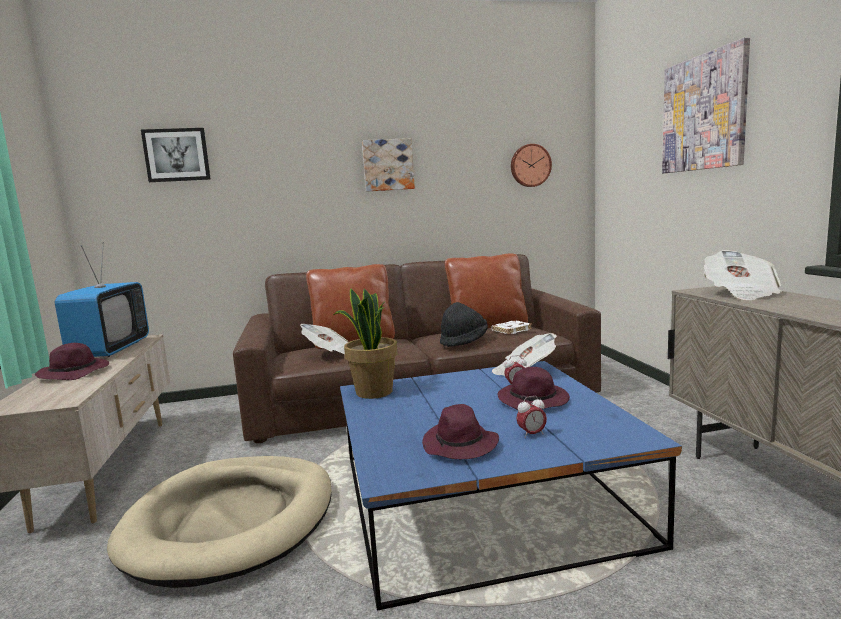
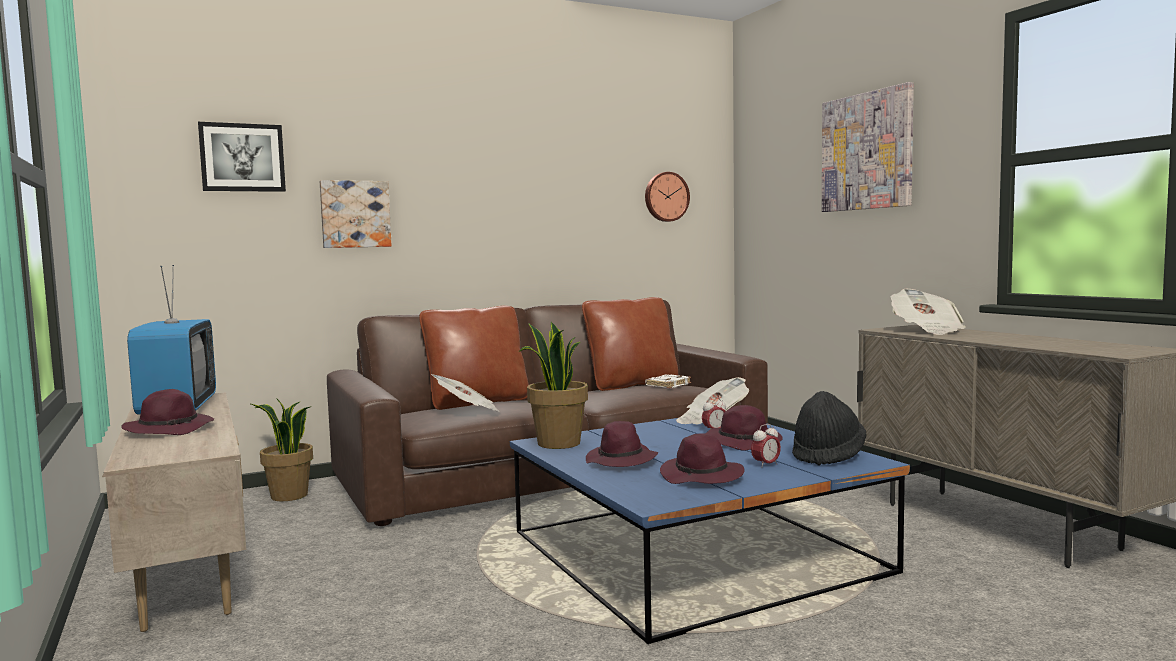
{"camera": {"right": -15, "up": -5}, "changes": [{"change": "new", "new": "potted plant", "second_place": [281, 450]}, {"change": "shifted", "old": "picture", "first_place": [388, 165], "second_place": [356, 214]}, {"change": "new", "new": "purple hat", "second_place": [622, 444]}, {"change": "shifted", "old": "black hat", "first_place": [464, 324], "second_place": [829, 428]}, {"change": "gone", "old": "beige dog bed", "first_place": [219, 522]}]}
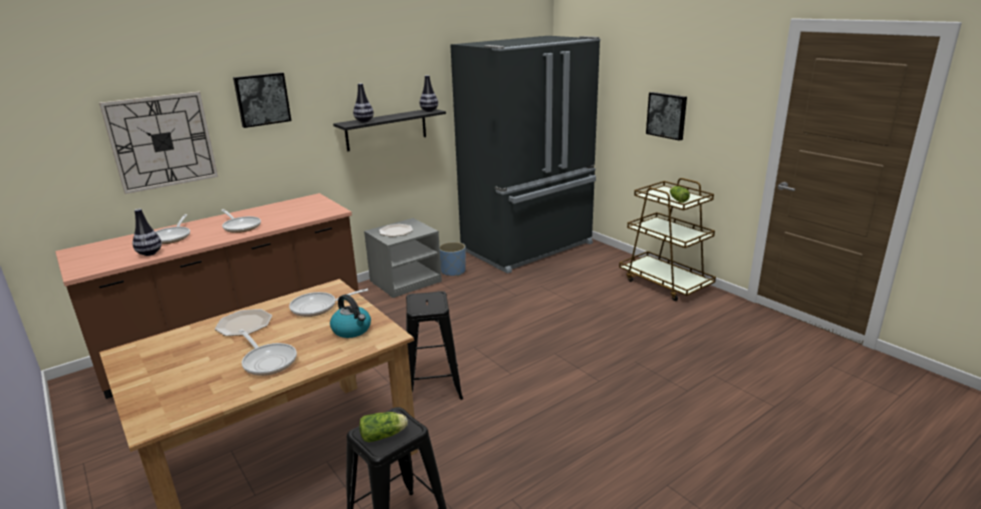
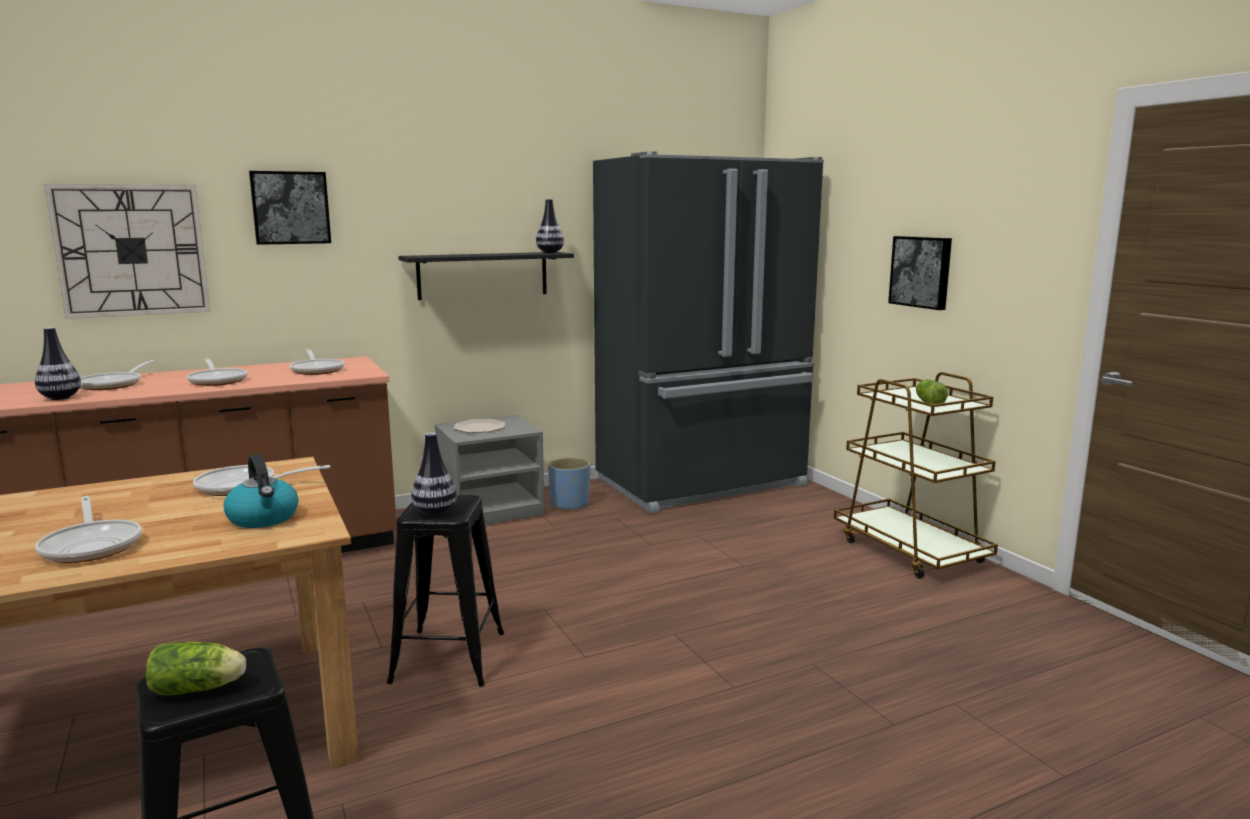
{"camera": {"right": 10, "up": -10}, "changes": [{"change": "new", "new": "frying pan", "second_place": [317, 362]}, {"change": "shifted", "old": "vase", "first_place": [363, 102], "second_place": [434, 474]}, {"change": "gone", "old": "plate", "first_place": [243, 322]}]}
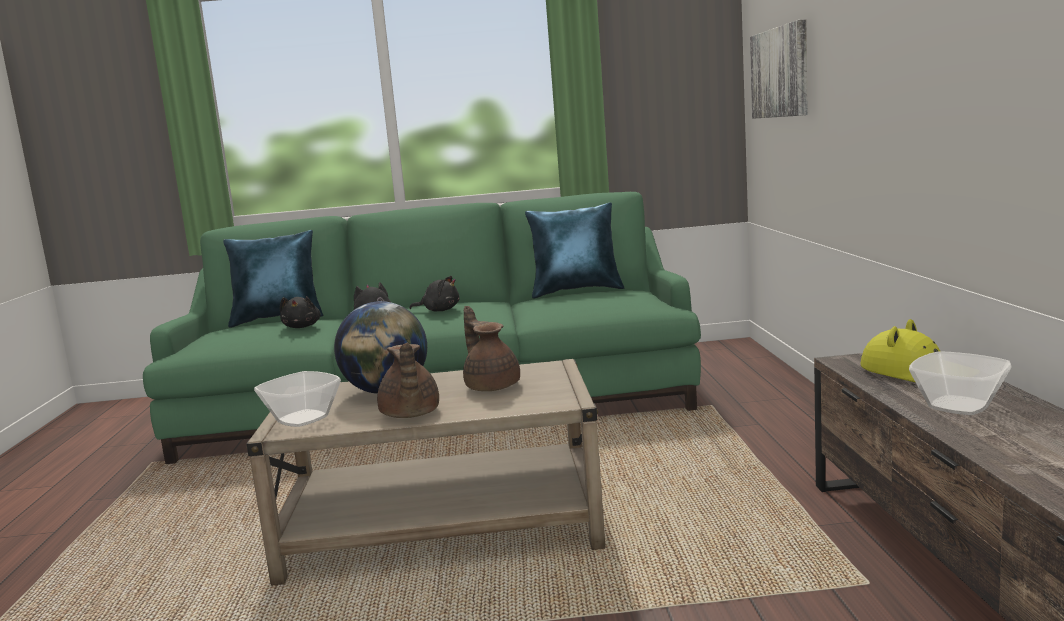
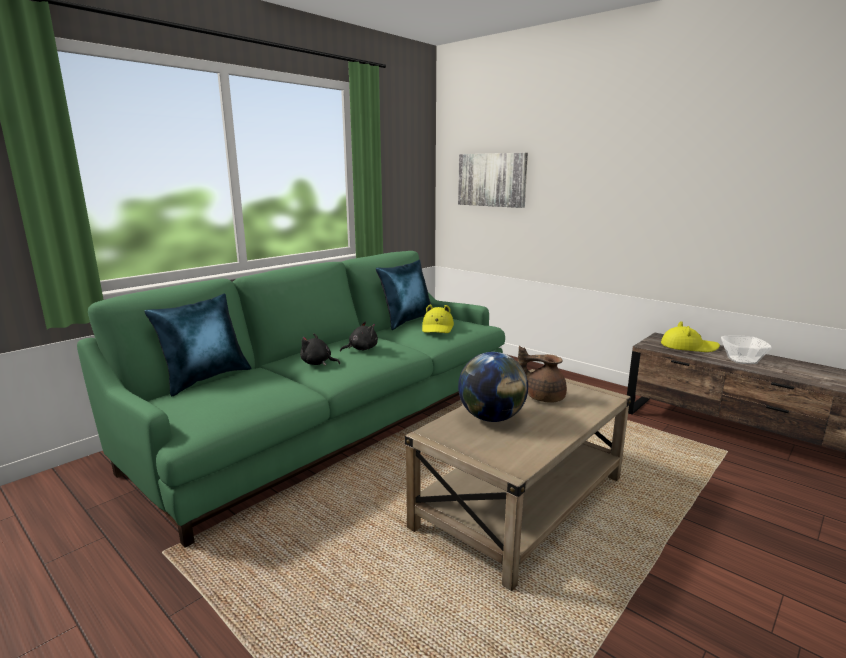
{"camera": {"right": -45, "up": 5}, "changes": [{"change": "new", "new": "yellow hat", "second_place": [438, 318]}, {"change": "gone", "old": "bowl", "first_place": [297, 399]}, {"change": "gone", "old": "black plush toy", "first_place": [300, 312]}, {"change": "gone", "old": "brown teapot", "first_place": [408, 380]}]}
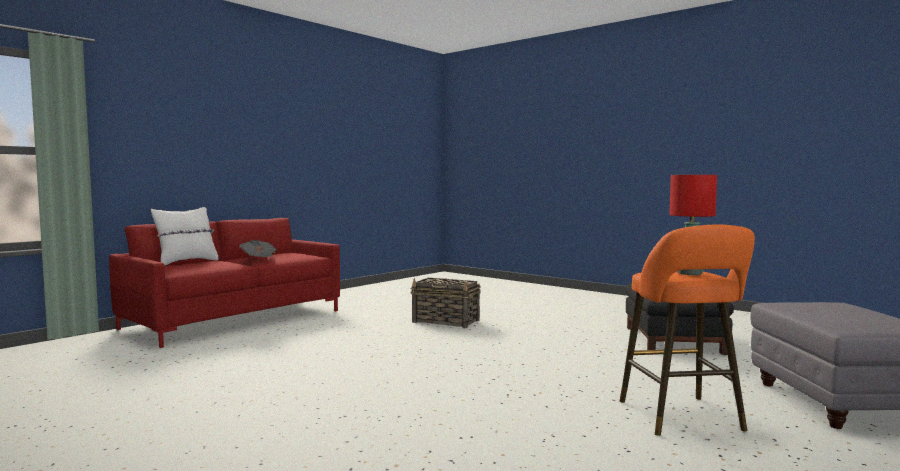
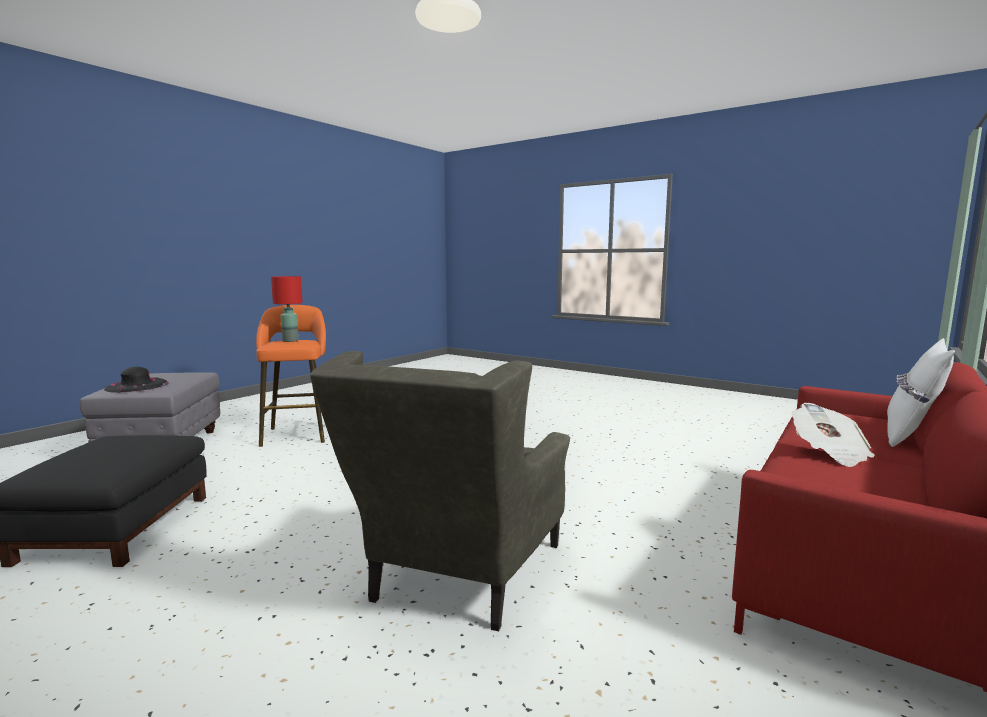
{"camera": {"right": 175, "up": 5}, "changes": [{"change": "new", "new": "black hat", "second_place": [136, 380]}, {"change": "swapped", "old": "basket", "new": "grey armchair", "first_place": [445, 303], "second_place": [440, 491]}]}
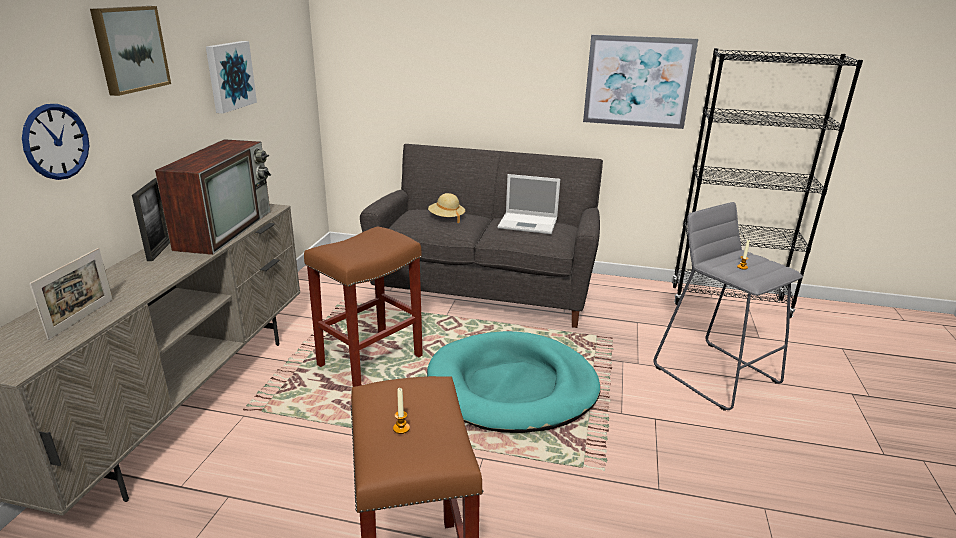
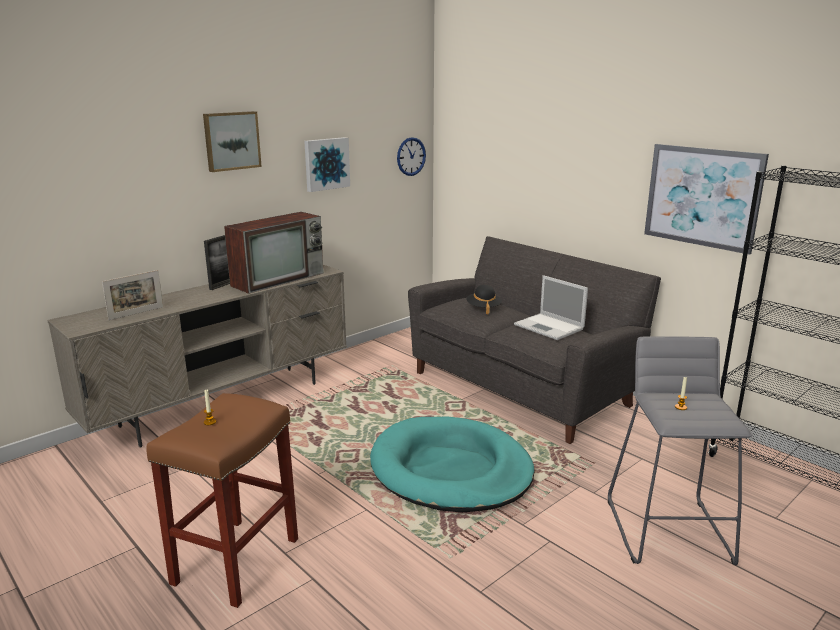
{"camera": {"right": 35, "up": -5}, "changes": [{"change": "shifted", "old": "wall clock", "first_place": [55, 142], "second_place": [411, 156]}, {"change": "repainted", "old": "beige hat", "new": "black hat", "first_place": [446, 208], "second_place": [484, 299]}, {"change": "gone", "old": "brown stool", "first_place": [363, 306]}]}
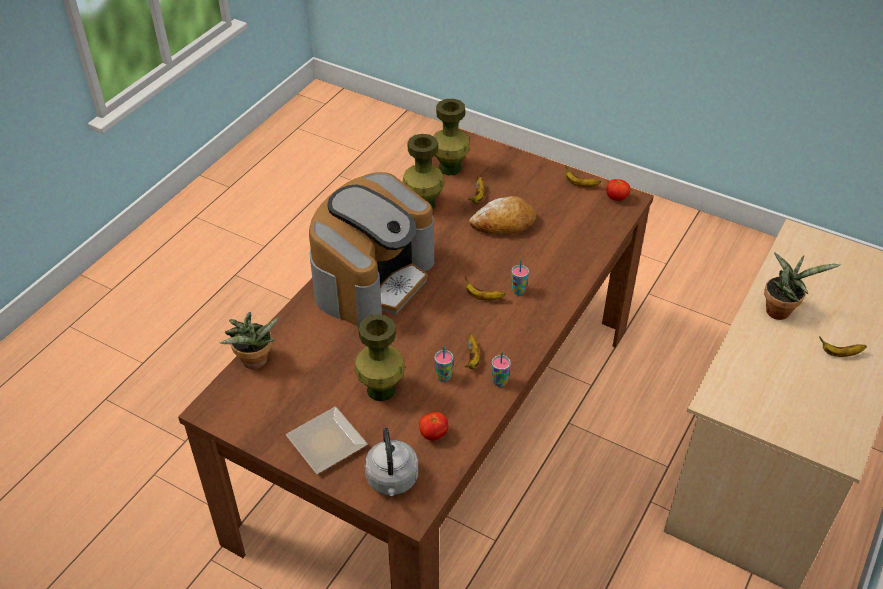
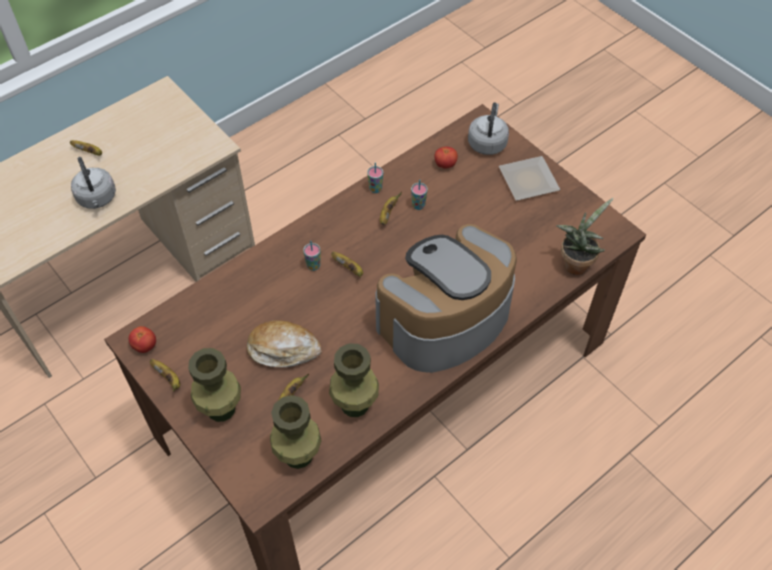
{"camera": {"right": -160, "up": 10}, "changes": [{"change": "swapped", "old": "potted plant", "new": "grey kettle", "first_place": [803, 286], "second_place": [93, 183]}, {"change": "shifted", "old": "green vase", "first_place": [380, 357], "second_place": [214, 385]}]}
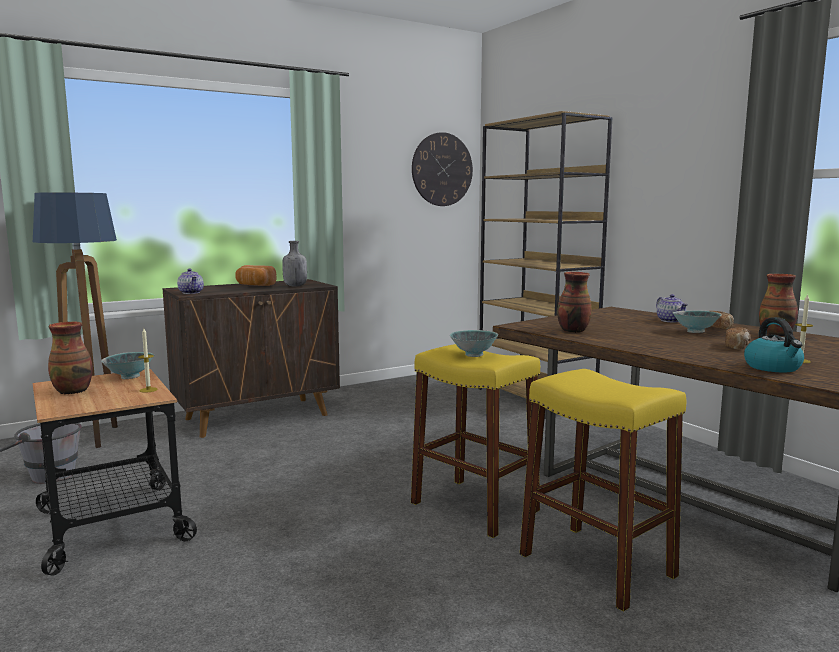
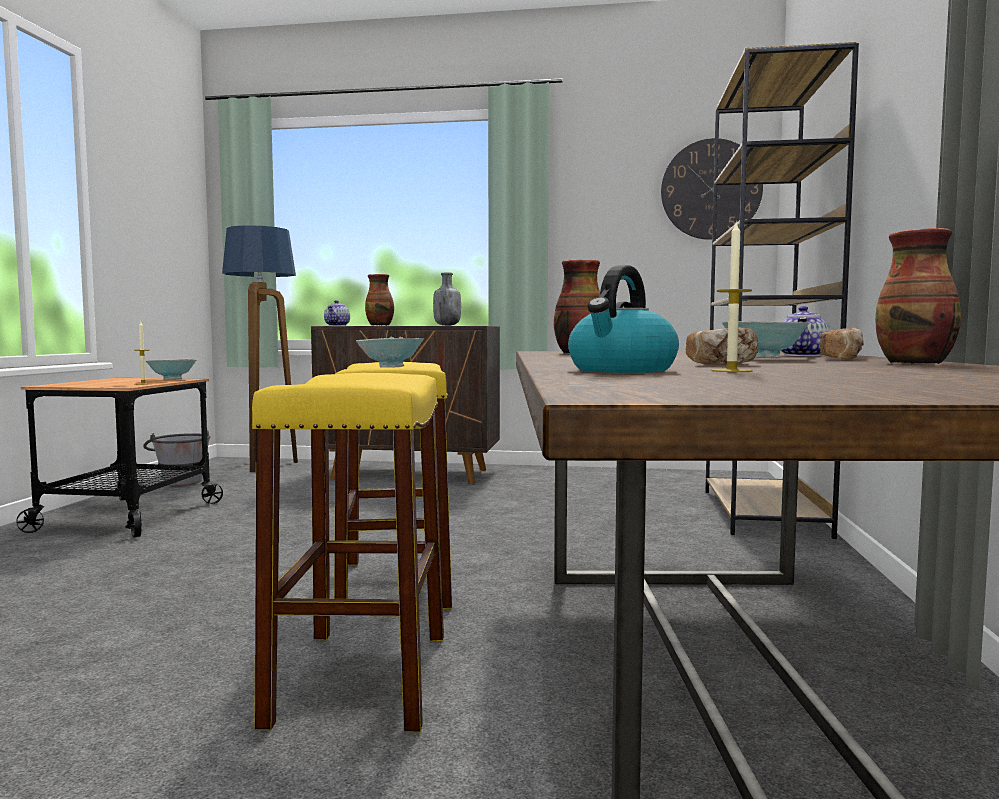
{"camera": {"right": 40, "up": -5}, "changes": [{"change": "shifted", "old": "vase", "first_place": [70, 358], "second_place": [379, 300]}, {"change": "gone", "old": "bread", "first_place": [256, 275]}]}
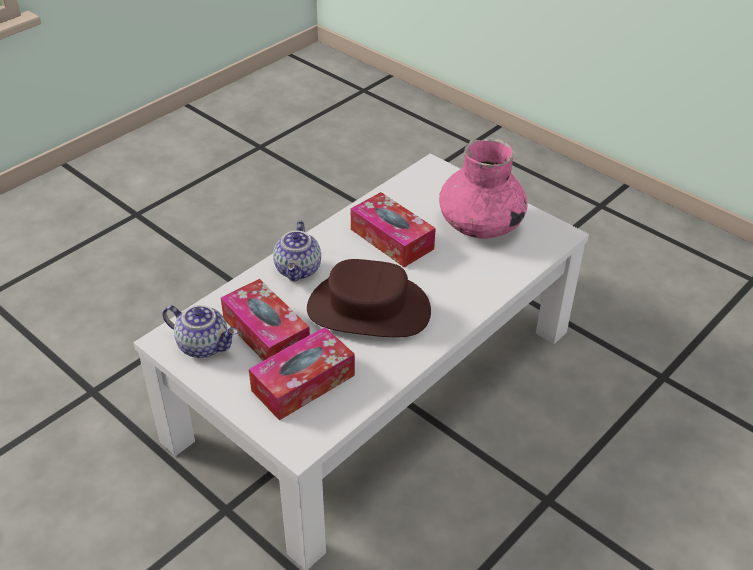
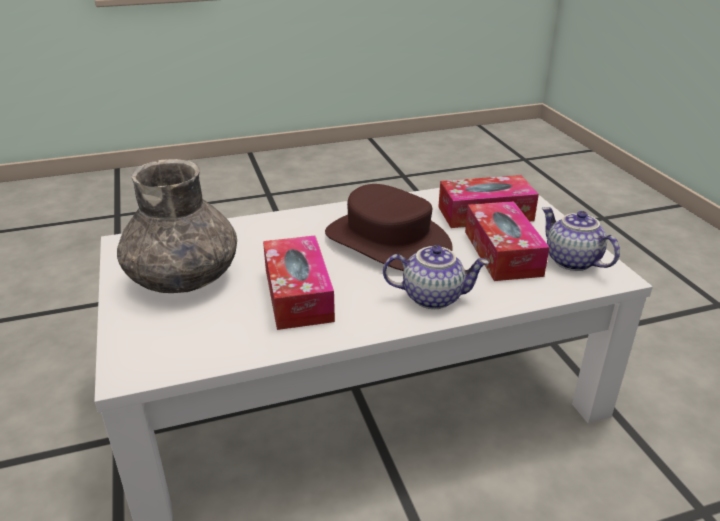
{"camera": {"right": -150, "up": -10}, "changes": [{"change": "repainted", "old": "pink vase", "new": "grey vase", "first_place": [483, 188], "second_place": [177, 226]}, {"change": "rotated", "old": "teapot", "first_place": [297, 251], "second_place": [436, 277], "degrees": 60}]}
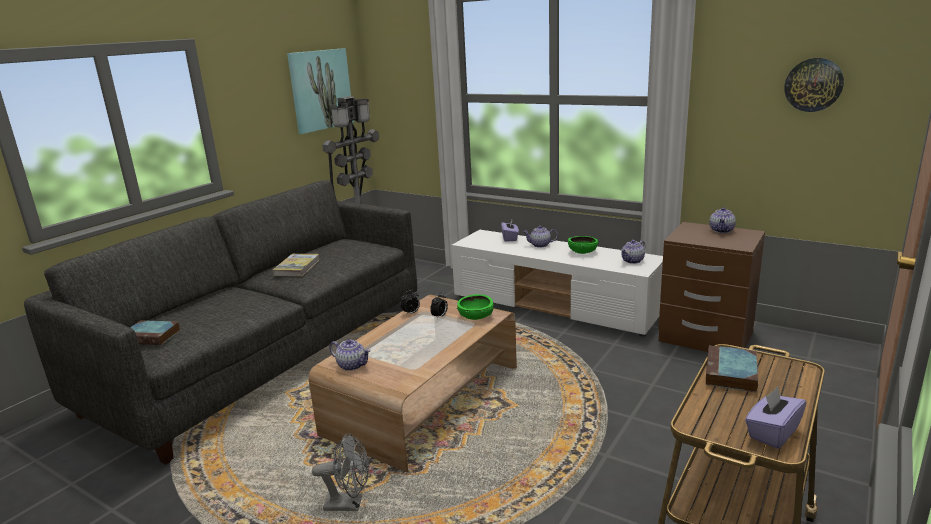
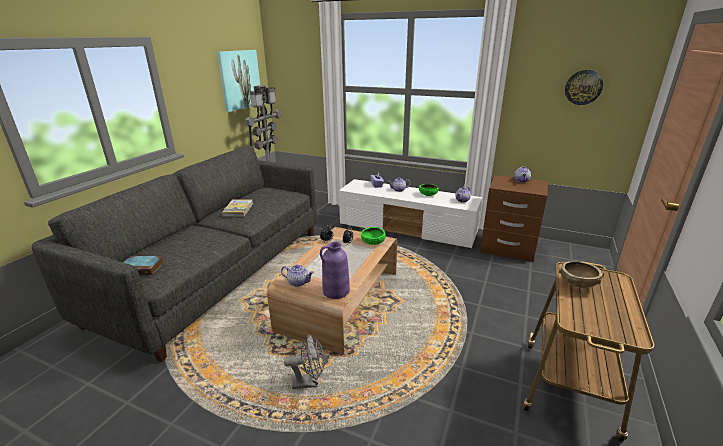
{"camera": {"right": -10, "up": 5}, "changes": [{"change": "new", "new": "purple vase", "second_place": [335, 270]}, {"change": "swapped", "old": "book", "new": "brown bowl", "first_place": [732, 369], "second_place": [581, 274]}, {"change": "gone", "old": "purple tissue box", "first_place": [775, 418]}]}
